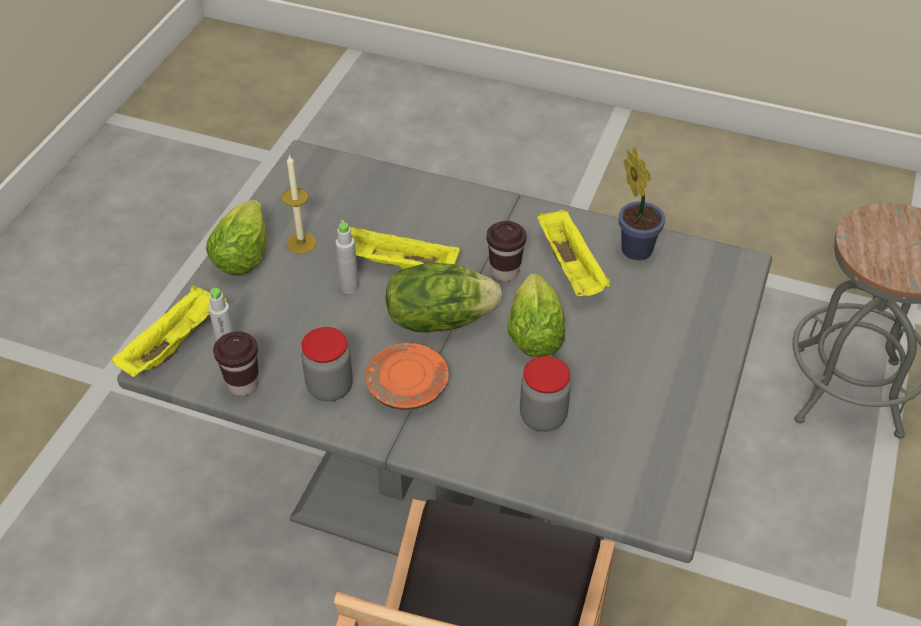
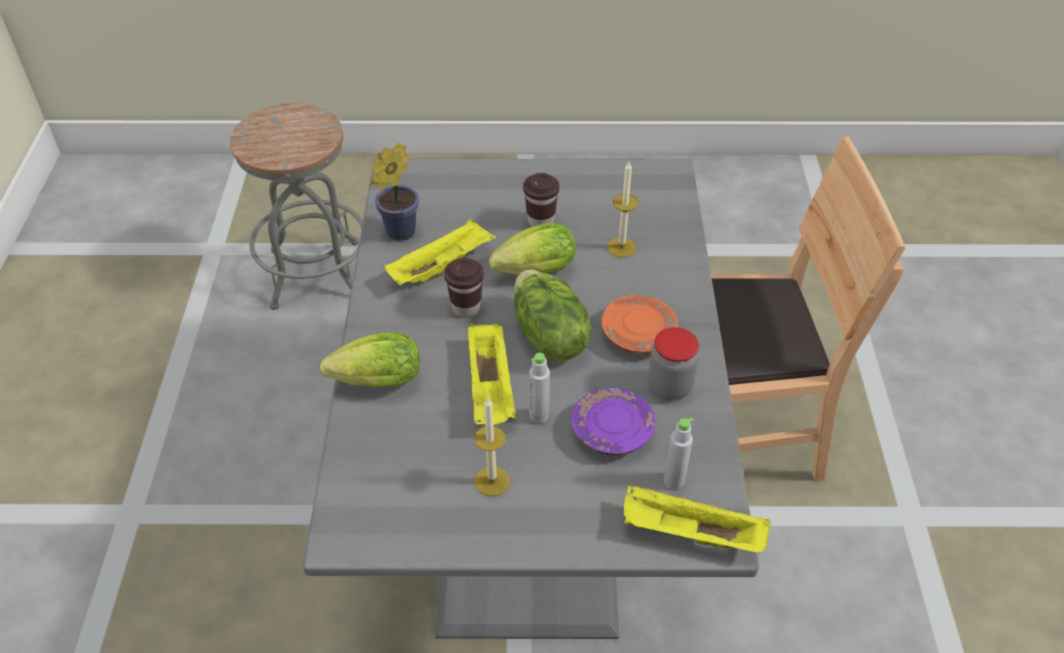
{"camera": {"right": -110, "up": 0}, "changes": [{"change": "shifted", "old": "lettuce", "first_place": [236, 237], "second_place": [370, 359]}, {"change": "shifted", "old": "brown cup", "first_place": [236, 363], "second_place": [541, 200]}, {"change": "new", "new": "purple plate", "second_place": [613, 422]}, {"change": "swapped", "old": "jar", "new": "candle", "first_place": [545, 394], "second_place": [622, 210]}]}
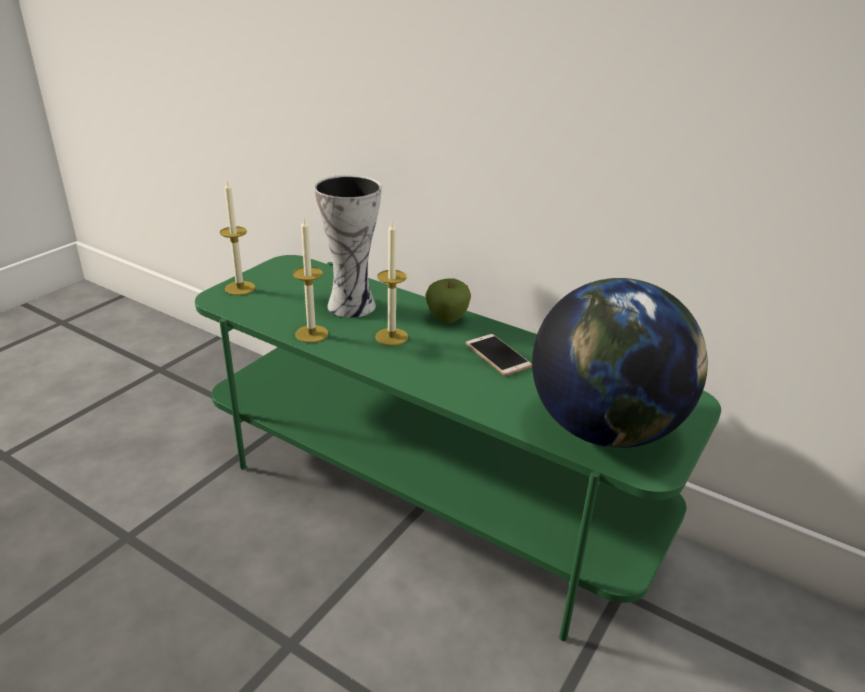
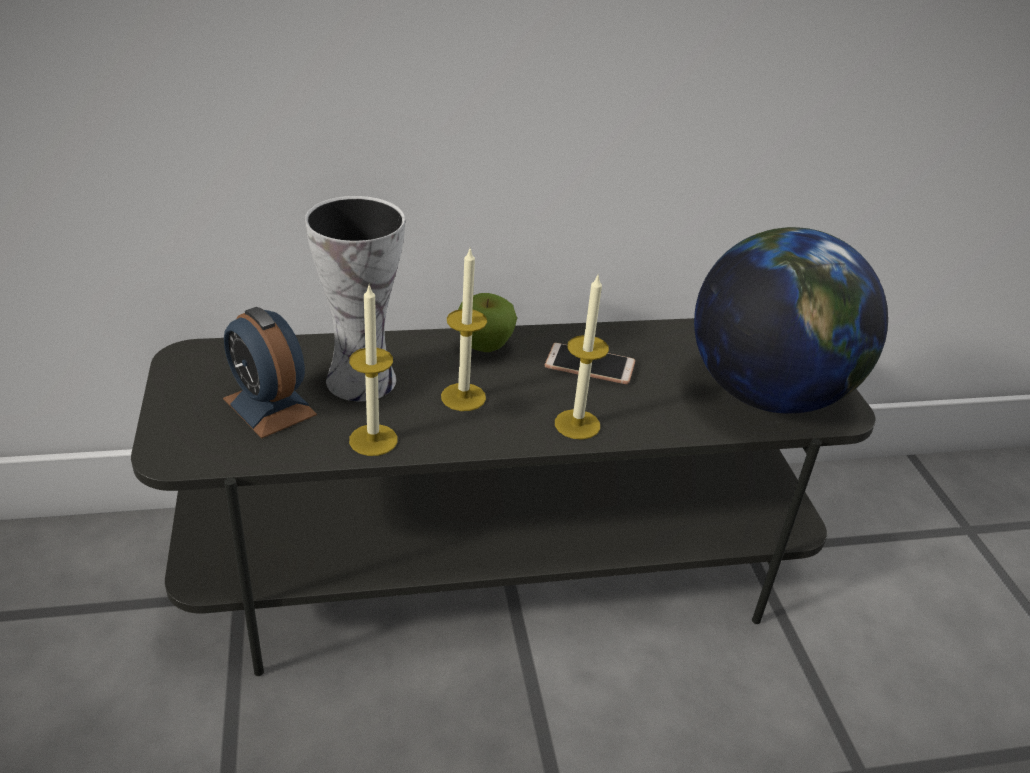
{"camera": {"right": -45, "up": 5}, "changes": [{"change": "repainted", "old": "green tv stand", "new": "grey tv stand", "first_place": [458, 448], "second_place": [503, 497]}, {"change": "new", "new": "alarm clock", "second_place": [270, 372]}, {"change": "shifted", "old": "candle", "first_place": [238, 238], "second_place": [582, 357]}]}
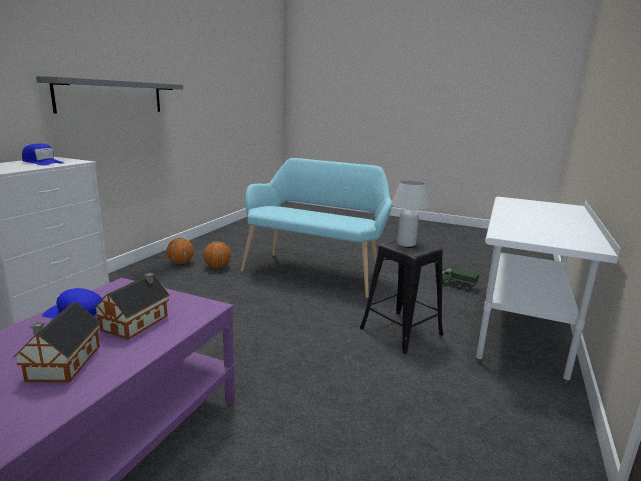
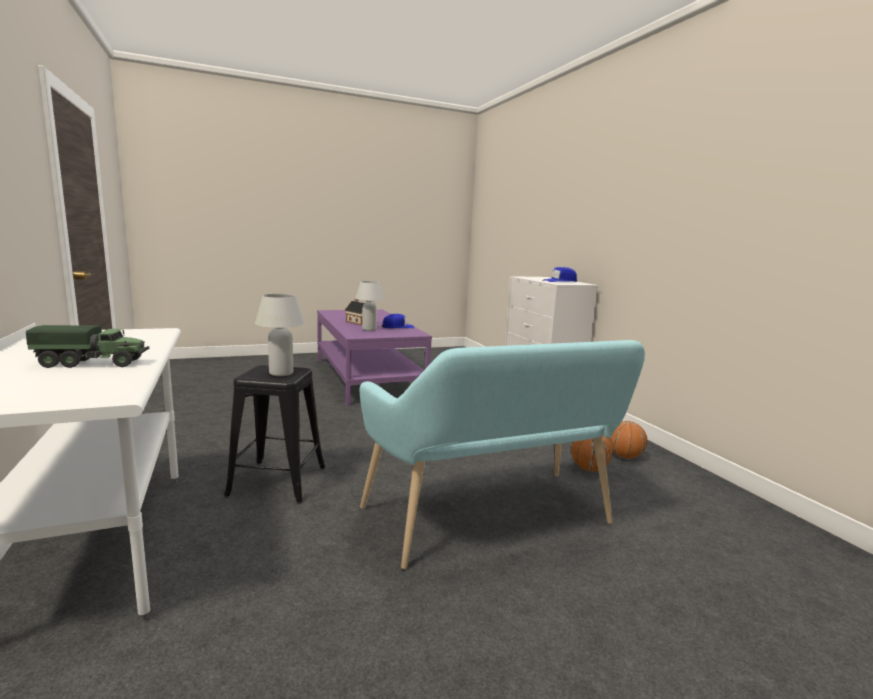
{"camera": {"right": 135, "up": -5}, "changes": [{"change": "shifted", "old": "toy truck", "first_place": [456, 279], "second_place": [87, 346]}, {"change": "swapped", "old": "toy house", "new": "white table lamp", "first_place": [132, 306], "second_place": [369, 306]}, {"change": "gone", "old": "grey shelf", "first_place": [109, 95]}]}
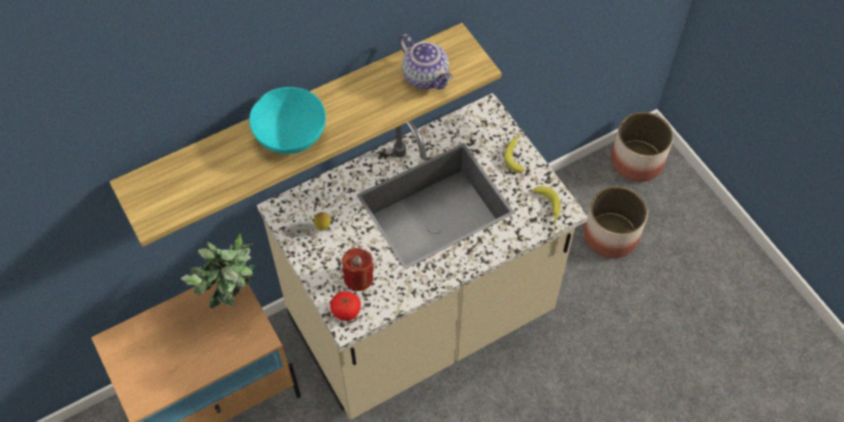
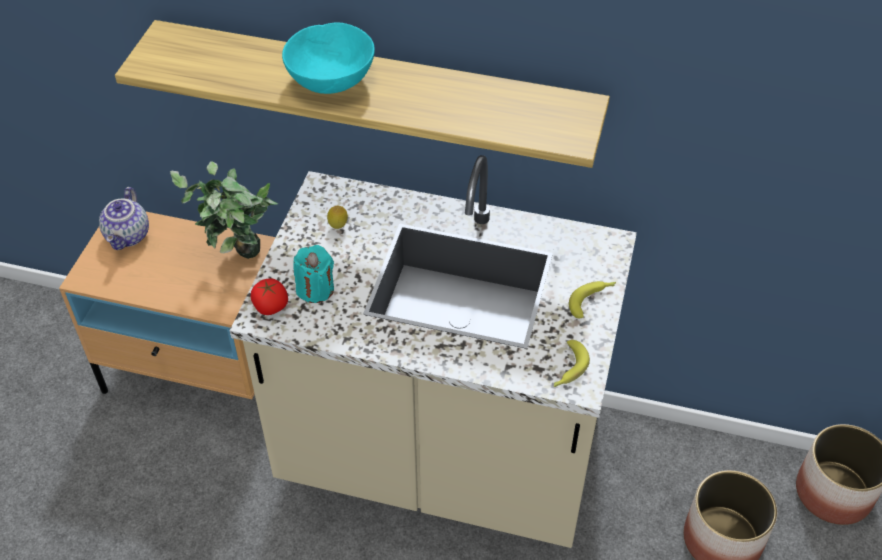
{"camera": {"right": 45, "up": -10}, "changes": [{"change": "shifted", "old": "teapot", "first_place": [426, 61], "second_place": [124, 218]}, {"change": "repainted", "old": "red candle", "new": "turquoise candle", "first_place": [358, 269], "second_place": [313, 274]}]}
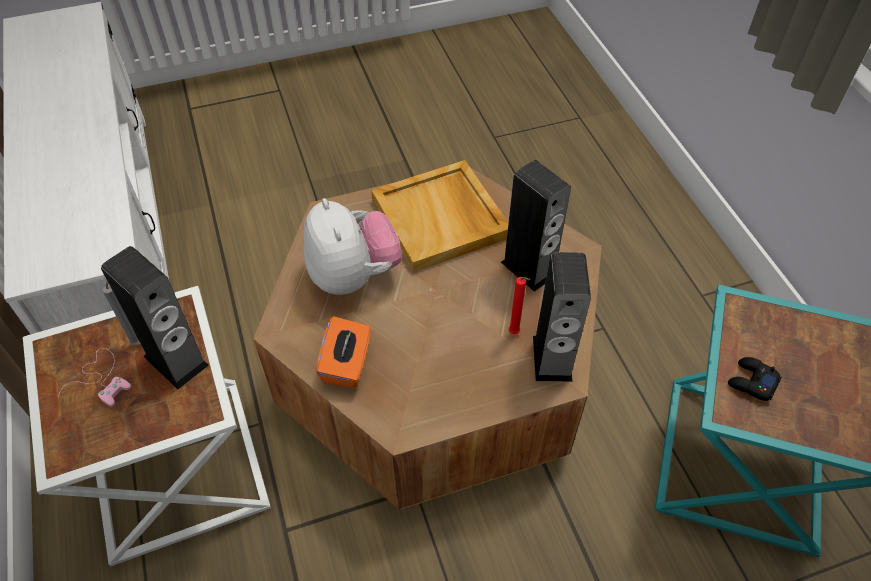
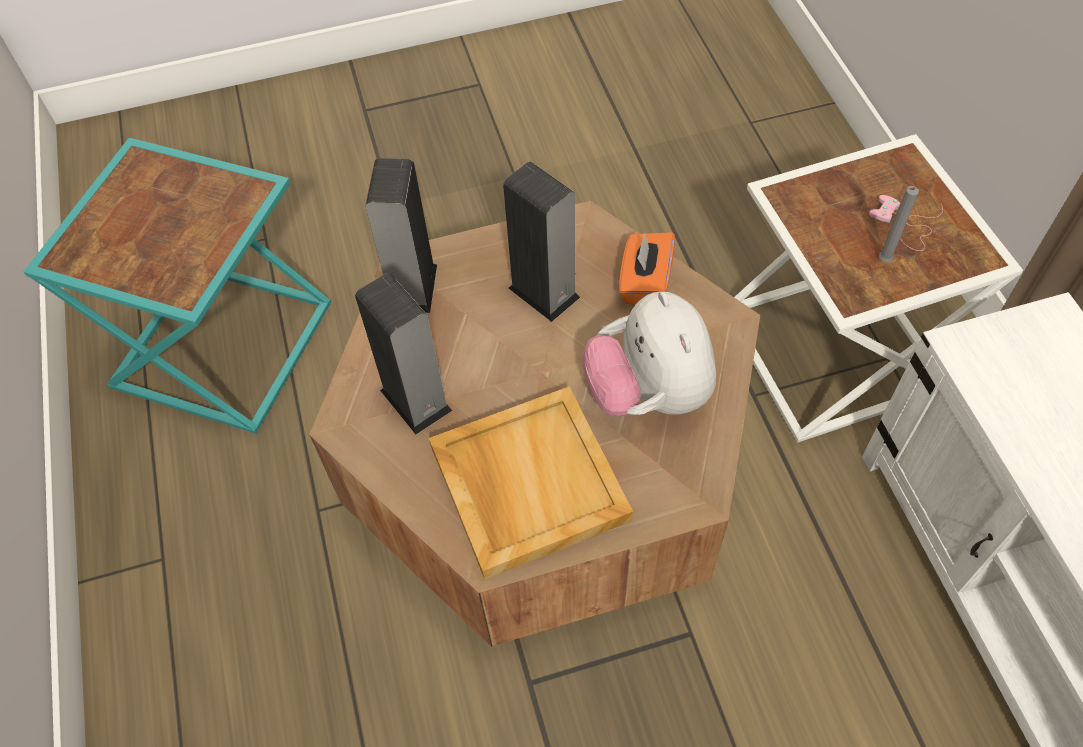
{"camera": {"right": -175, "up": 5}, "changes": [{"change": "shifted", "old": "speaker", "first_place": [155, 317], "second_place": [541, 242]}, {"change": "gone", "old": "red candle", "first_place": [519, 305]}, {"change": "gone", "old": "black game controller", "first_place": [755, 379]}]}
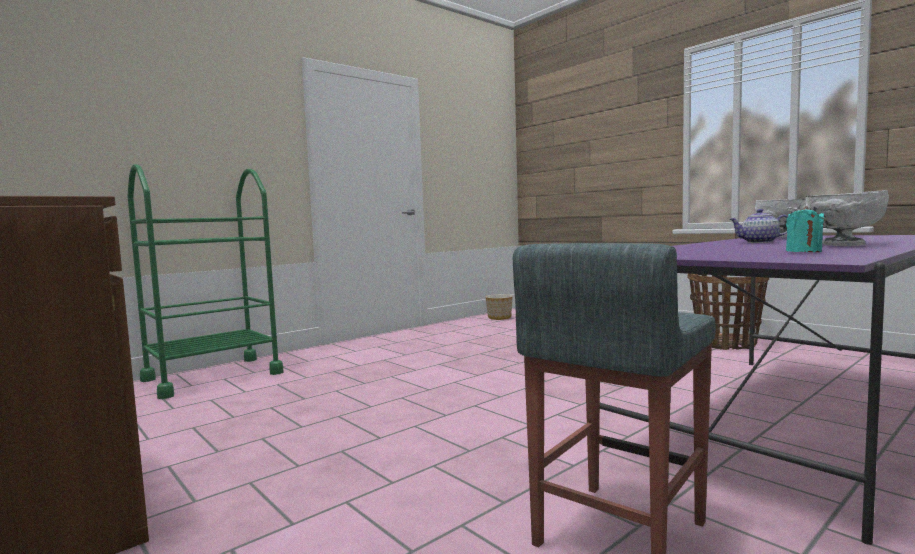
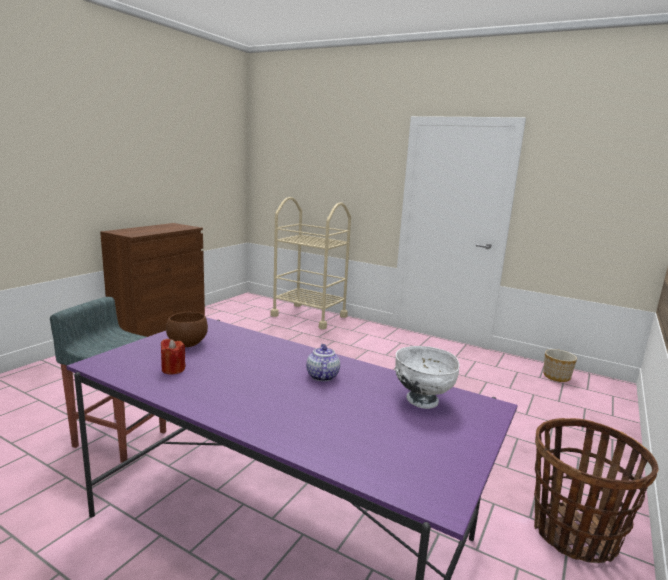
{"camera": {"right": 70, "up": 10}, "changes": [{"change": "repainted", "old": "turquoise candle", "new": "red candle", "first_place": [805, 229], "second_place": [173, 357]}, {"change": "new", "new": "brown bowl", "second_place": [187, 329]}, {"change": "repainted", "old": "green cart", "new": "beige cart", "first_place": [205, 281], "second_place": [311, 263]}, {"change": "gone", "old": "white bowl", "first_place": [847, 218]}]}
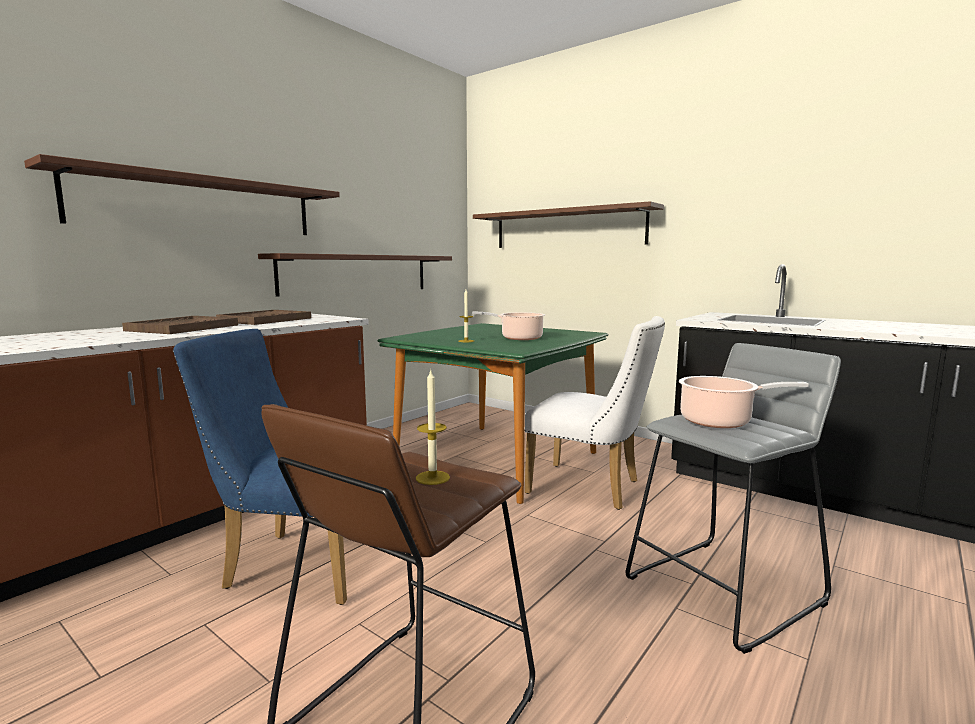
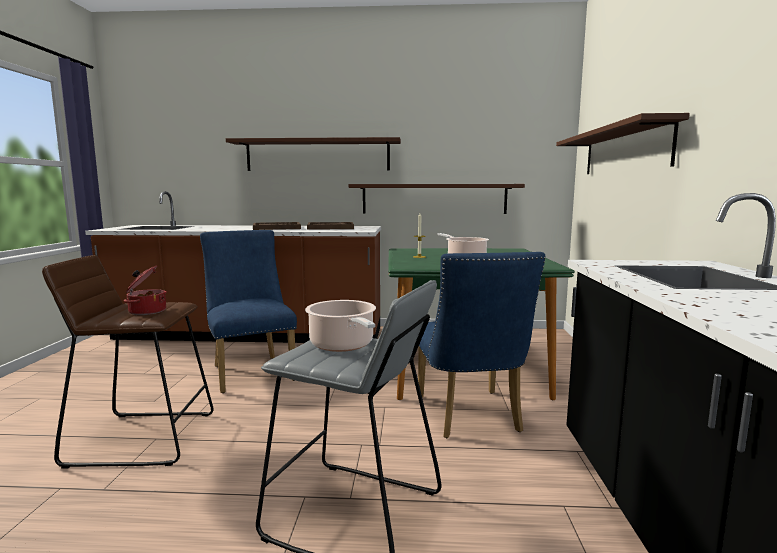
{"camera": {"right": 55, "up": 0}, "changes": [{"change": "swapped", "old": "candle", "new": "cooking pot", "first_place": [433, 427], "second_place": [145, 290]}, {"change": "repainted", "old": "white chair", "new": "blue chair", "first_place": [594, 413], "second_place": [481, 345]}]}
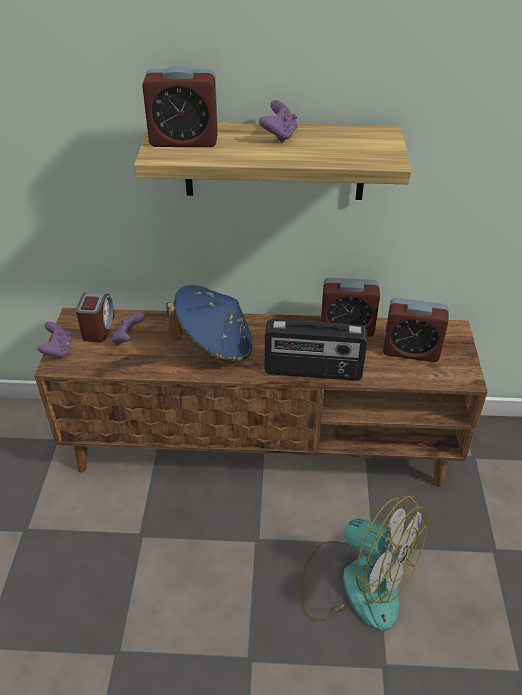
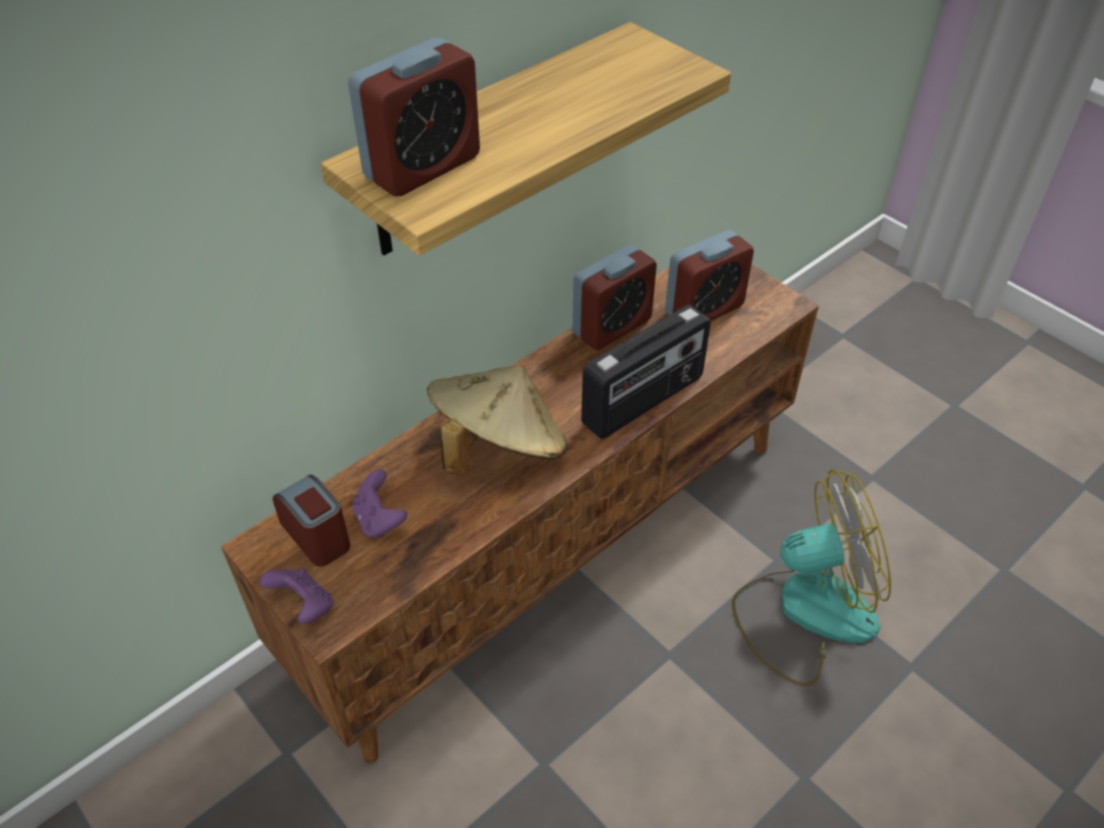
{"camera": {"right": -45, "up": 5}, "changes": [{"change": "repainted", "old": "blue hat", "new": "beige hat", "first_place": [209, 323], "second_place": [497, 420]}, {"change": "gone", "old": "purple game controller", "first_place": [278, 121]}]}
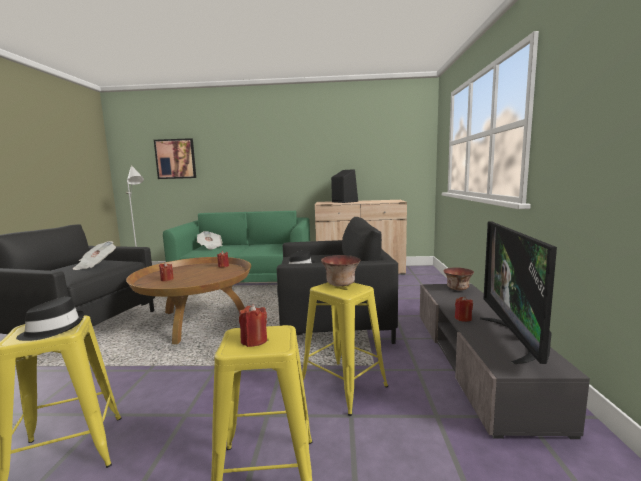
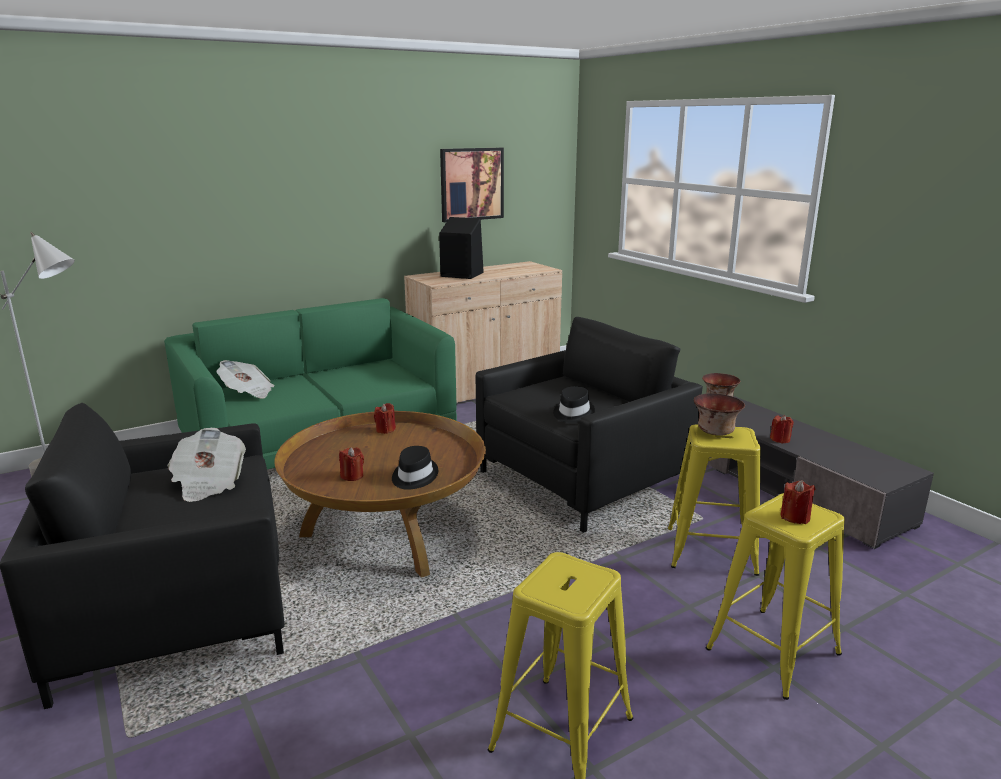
{"camera": {"right": -35, "up": 10}, "changes": [{"change": "shifted", "old": "black hat", "first_place": [50, 319], "second_place": [415, 468]}, {"change": "shifted", "old": "picture", "first_place": [175, 158], "second_place": [472, 185]}, {"change": "gone", "old": "television", "first_place": [518, 293]}]}
